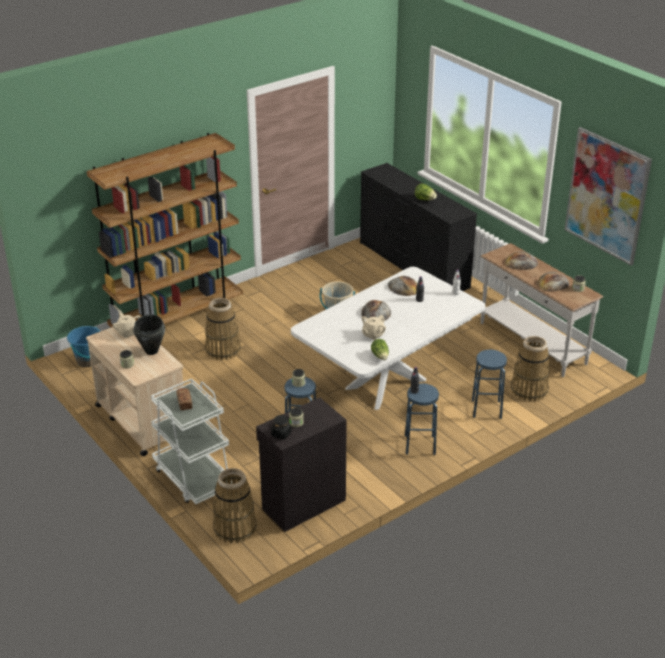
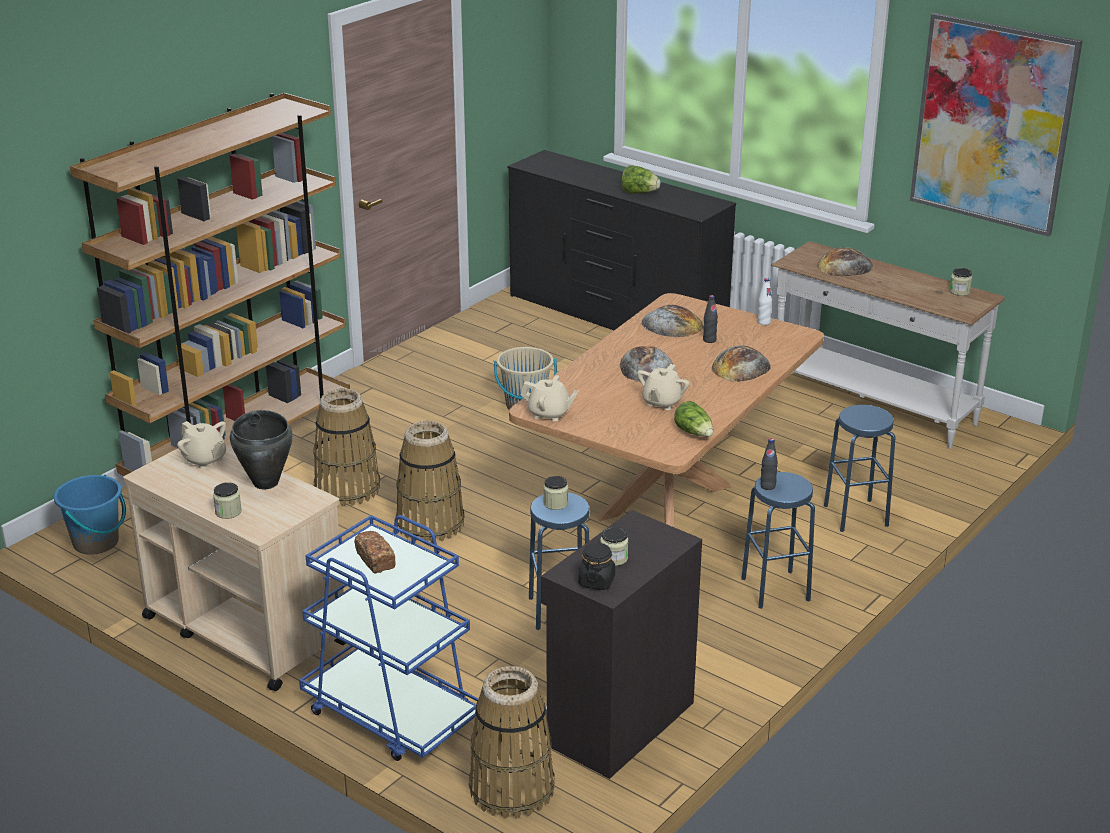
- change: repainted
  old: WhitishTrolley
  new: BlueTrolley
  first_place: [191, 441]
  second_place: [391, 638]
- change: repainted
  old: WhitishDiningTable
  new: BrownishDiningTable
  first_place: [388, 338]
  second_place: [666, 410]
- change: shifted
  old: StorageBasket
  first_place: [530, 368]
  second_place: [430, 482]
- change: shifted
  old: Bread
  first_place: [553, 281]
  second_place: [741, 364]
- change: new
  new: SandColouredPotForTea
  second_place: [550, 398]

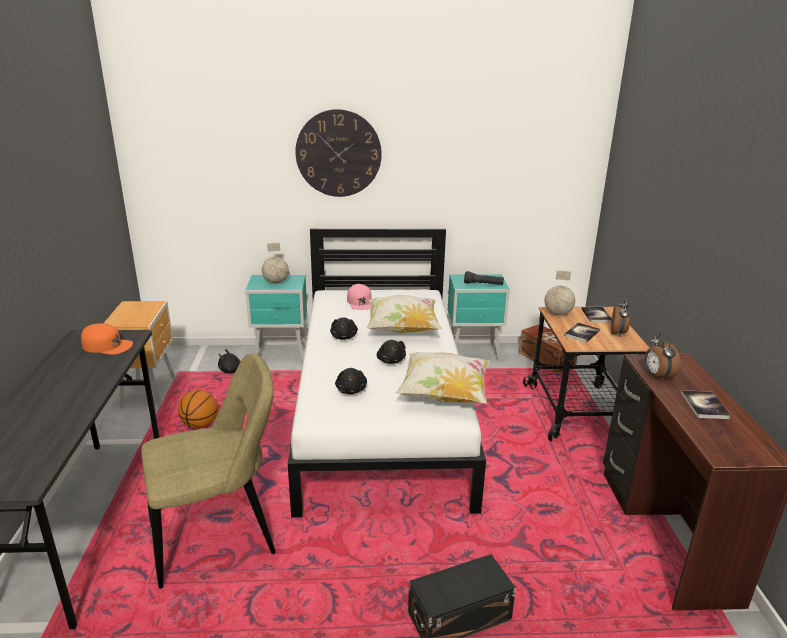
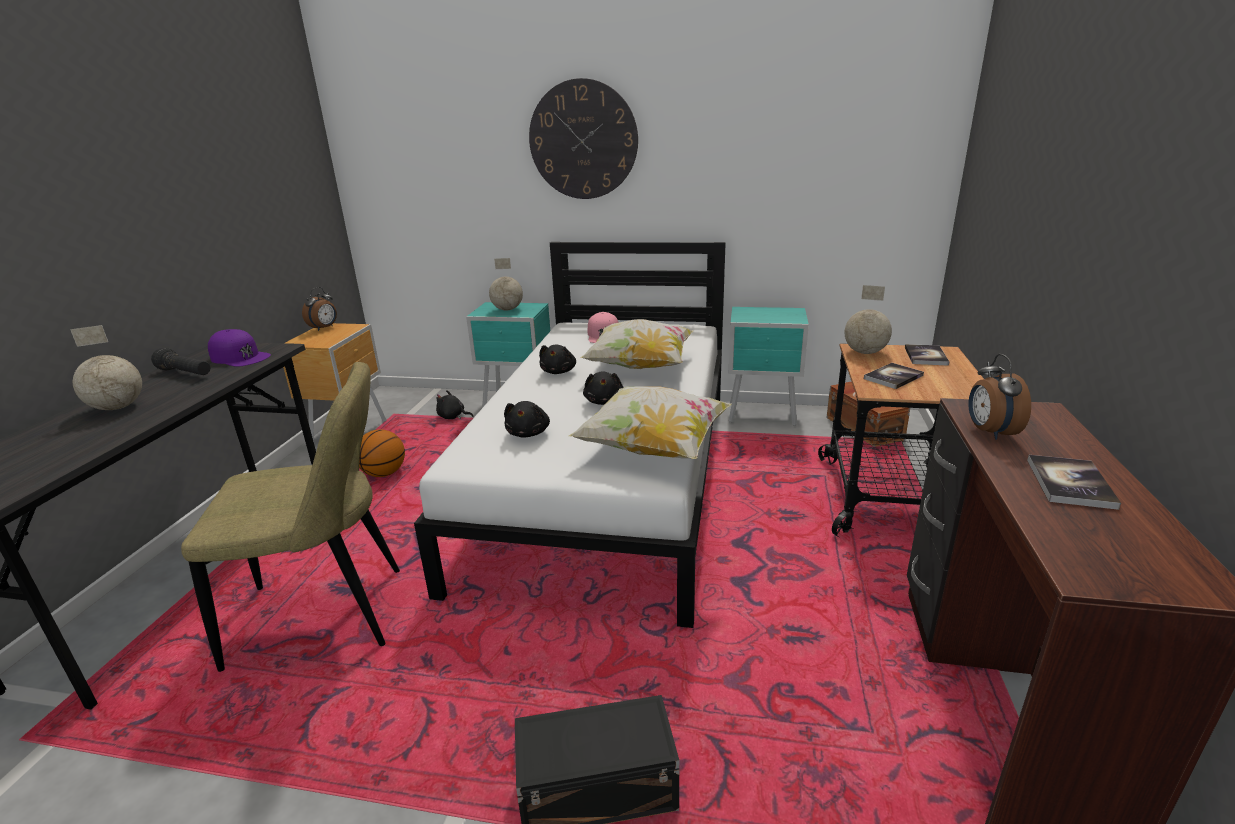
- change: repainted
  old: OrangeColouredPeakedCap
  new: PurplePeakedCap
  first_place: [107, 339]
  second_place: [239, 348]
- change: shifted
  old: BlackFlashlight
  first_place: [484, 278]
  second_place: [181, 361]
- change: shifted
  old: AlarmClock
  first_place: [621, 317]
  second_place: [319, 309]
- change: new
  new: Globe
  second_place: [106, 367]

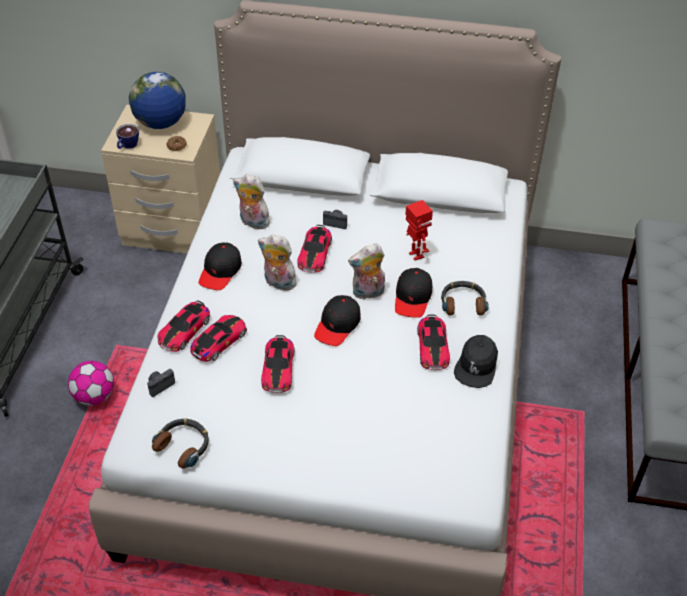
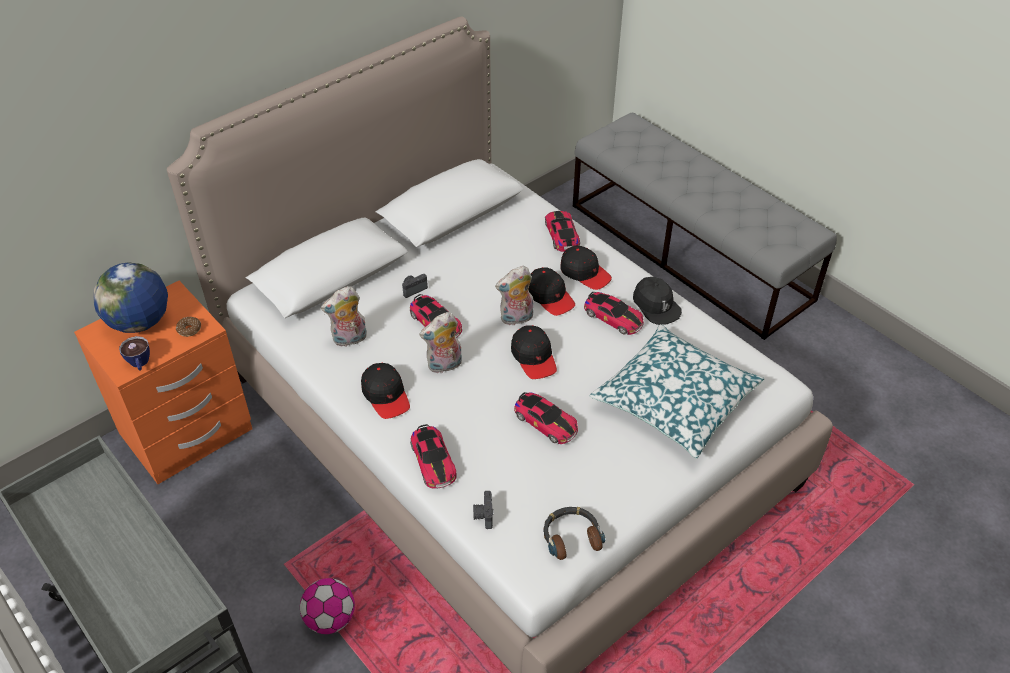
- change: repainted
  old: SandColouredNightTable
  new: OrangeColouredNightTable
  first_place: [160, 179]
  second_place: [163, 382]
- change: shifted
  old: MiniatureCar
  first_place: [218, 338]
  second_place: [562, 231]
- change: rotated
  old: CuddlyToy
  first_place: [366, 271]
  second_place: [514, 295]
  degrees: 45
- change: gone
  old: ModelRobot
  first_place: [419, 230]
- change: swapped
  old: Headphones
  new: BlackPeakedCap
  first_place: [464, 298]
  second_place: [586, 267]
- change: new
  new: Pillow
  second_place: [677, 391]

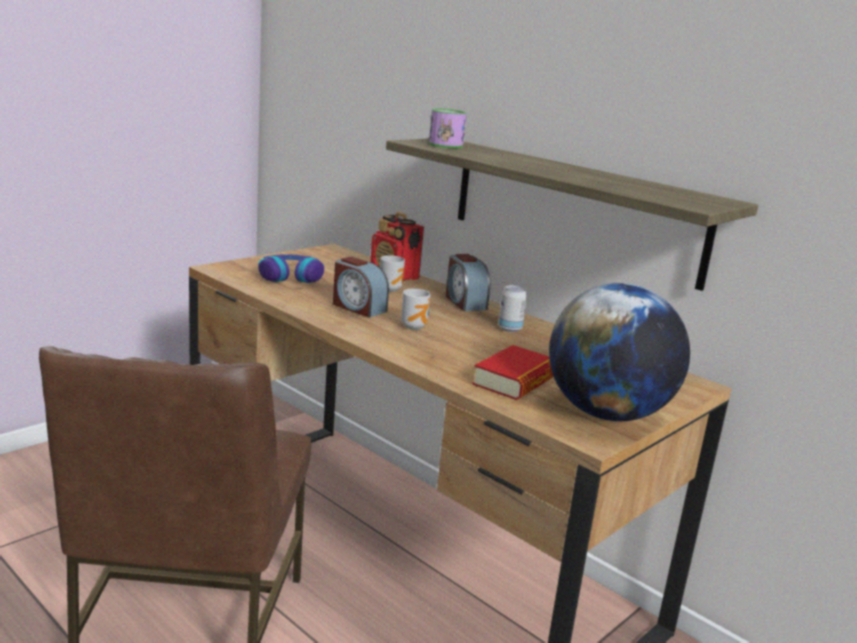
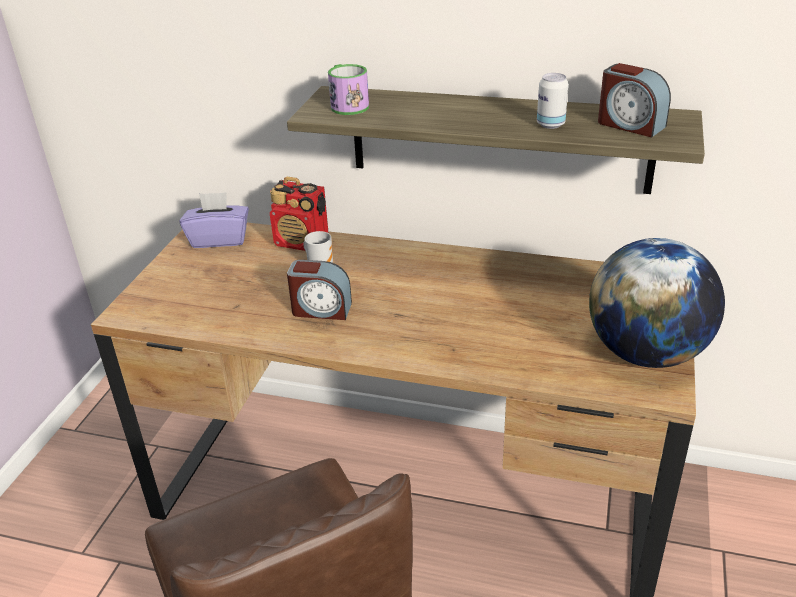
- change: gone
  old: Headphones
  first_place: [291, 268]
- change: gone
  old: TeaMug
  first_place: [416, 309]
- change: shifted
  old: AlarmClock
  first_place: [468, 282]
  second_place: [634, 100]
- change: gone
  old: Book
  first_place: [513, 372]
- change: shifted
  old: MetalCan
  first_place: [512, 308]
  second_place: [553, 101]
- change: new
  new: PurpleTissueBox
  second_place: [214, 220]

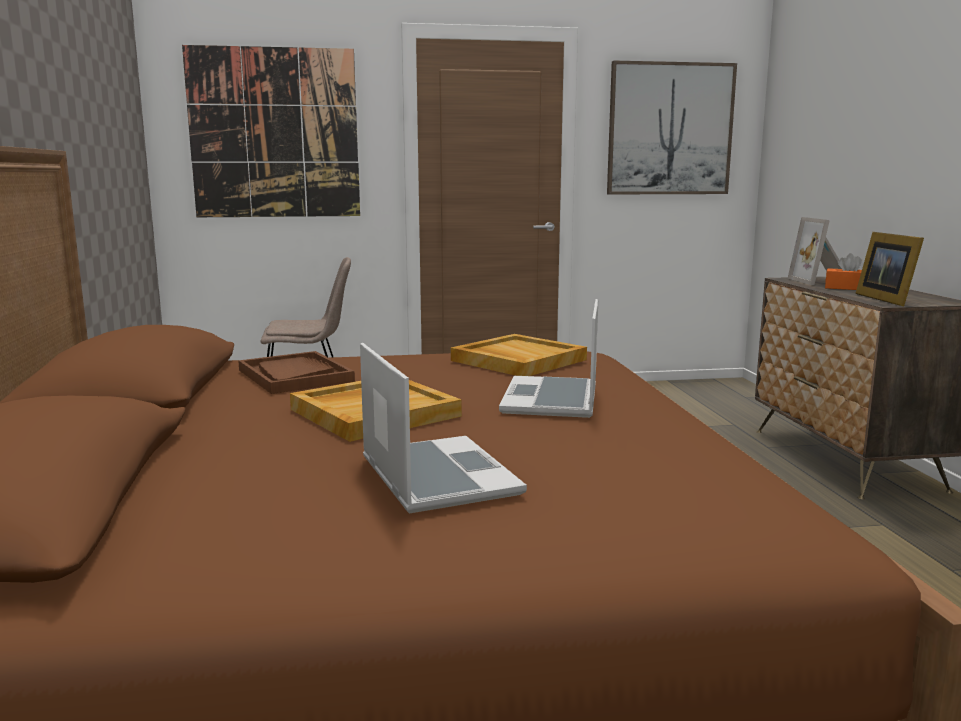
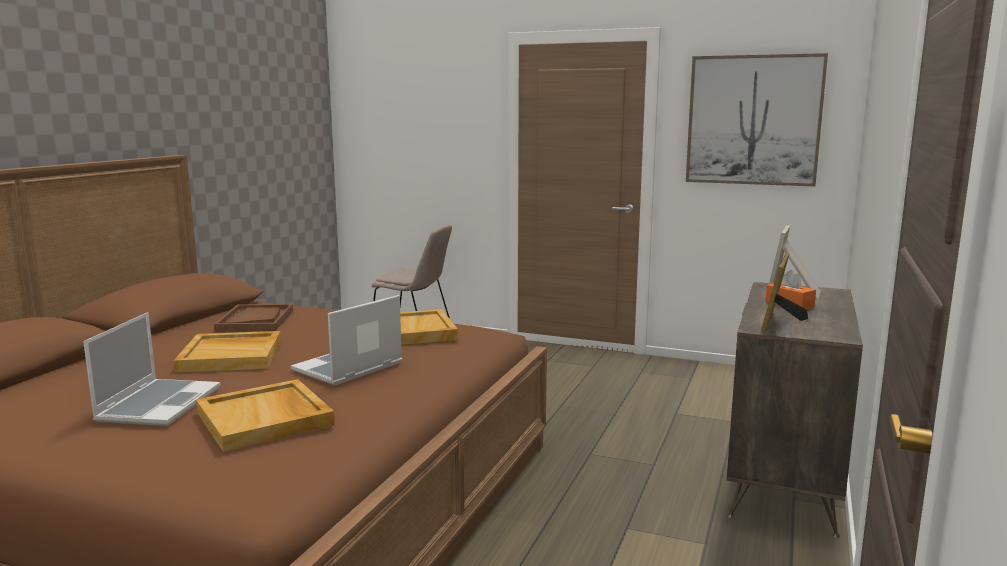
- change: gone
  old: Picture
  first_place: [271, 131]
- change: new
  new: SandColouredCarryingTray
  second_place: [265, 415]

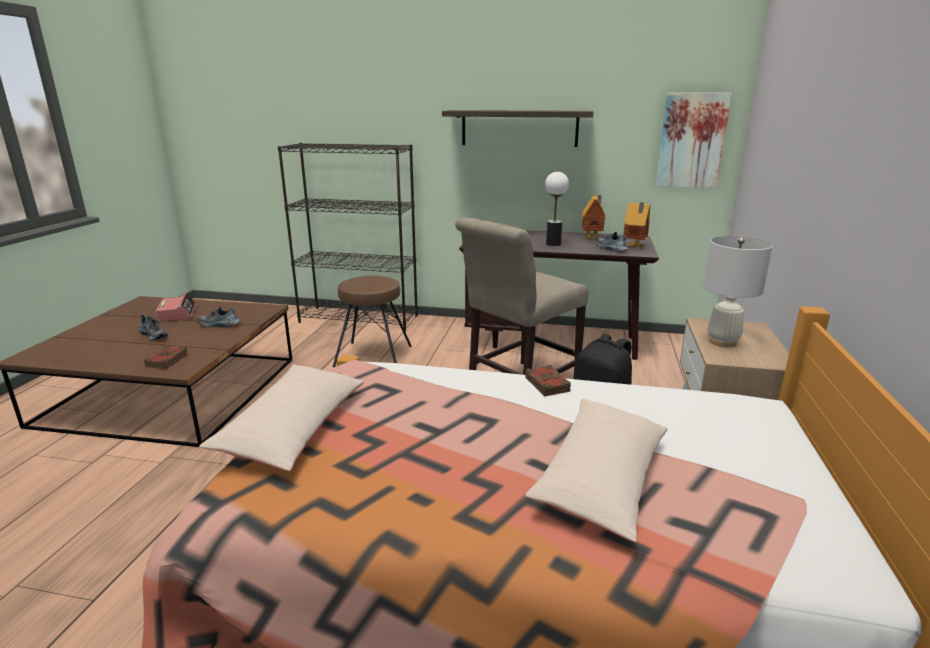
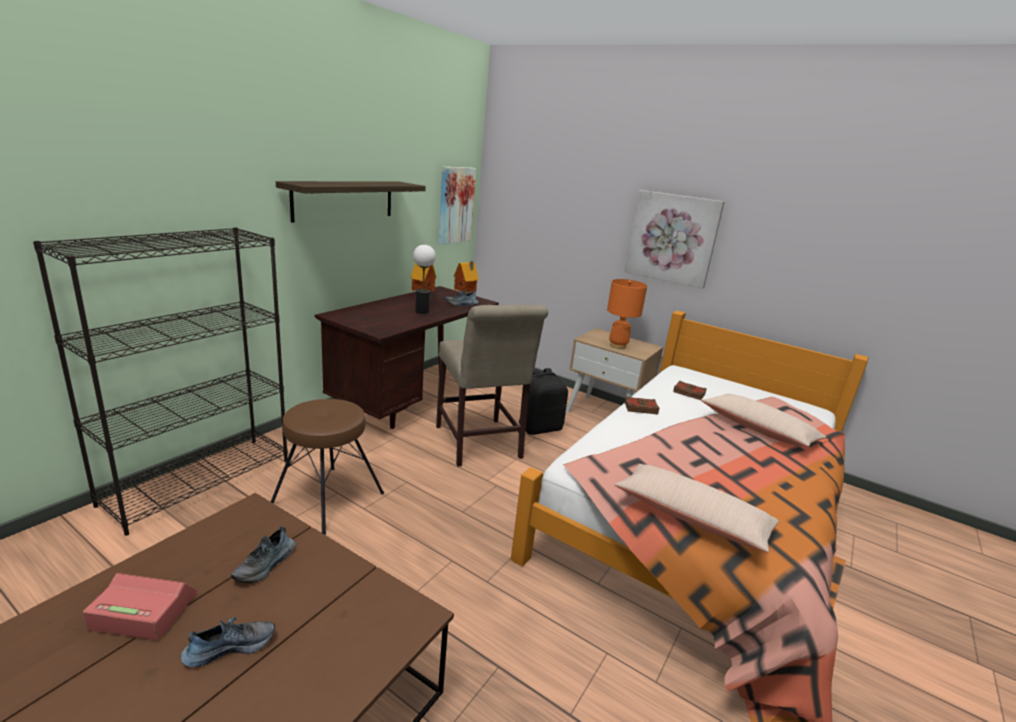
- change: shifted
  old: BrownishBook
  first_place: [166, 357]
  second_place: [690, 390]
- change: repainted
  old: WhitishLampForATable
  new: OrangeColouredLampForATable
  first_place: [738, 292]
  second_place: [627, 314]
- change: new
  new: Picture
  second_place: [674, 239]

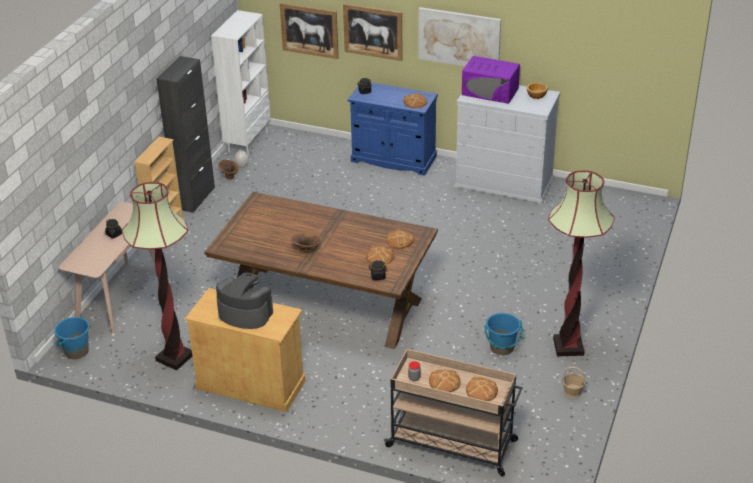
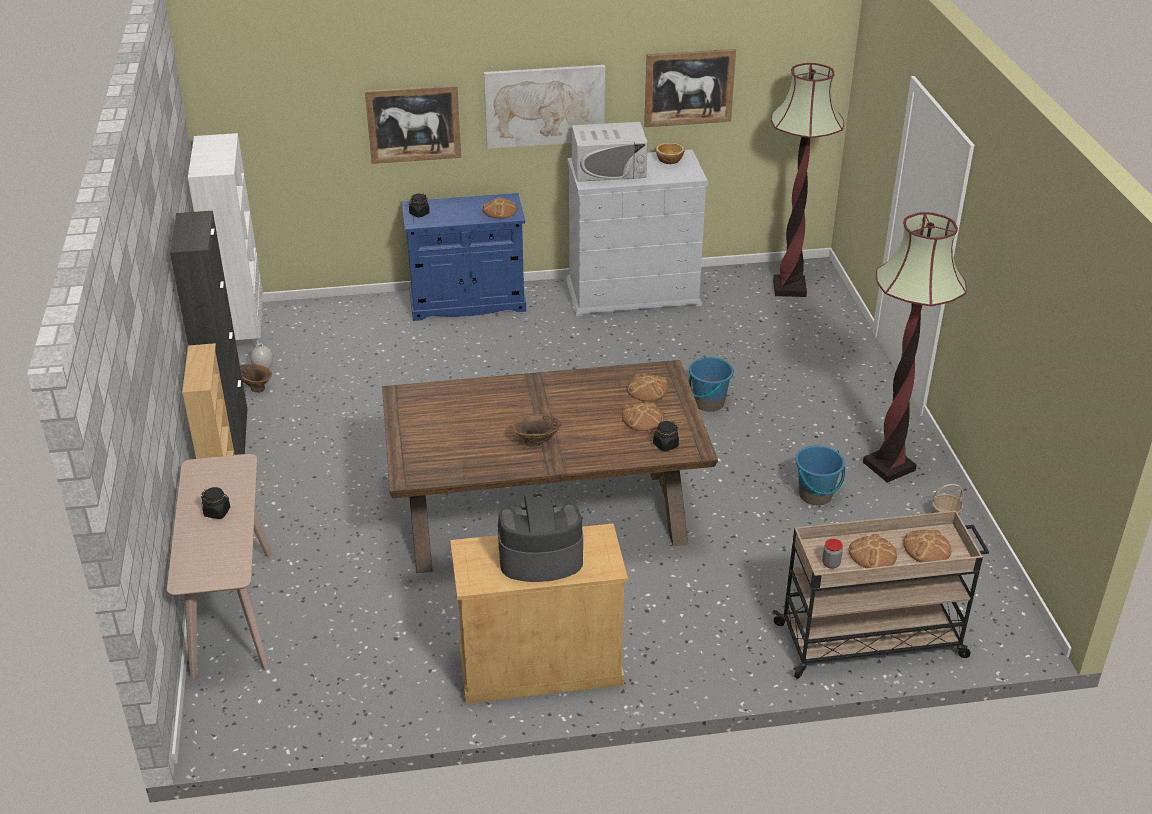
- change: shifted
  old: BlueWaterBucket
  first_place: [71, 338]
  second_place: [711, 384]
- change: shifted
  old: FloorLamp
  first_place: [157, 276]
  second_place: [807, 180]
- change: shifted
  old: Picture
  first_place: [309, 31]
  second_place: [690, 88]
- change: repainted
  old: PurpleMicrowave
  new: WhitishMicrowave
  first_place: [491, 80]
  second_place: [610, 152]

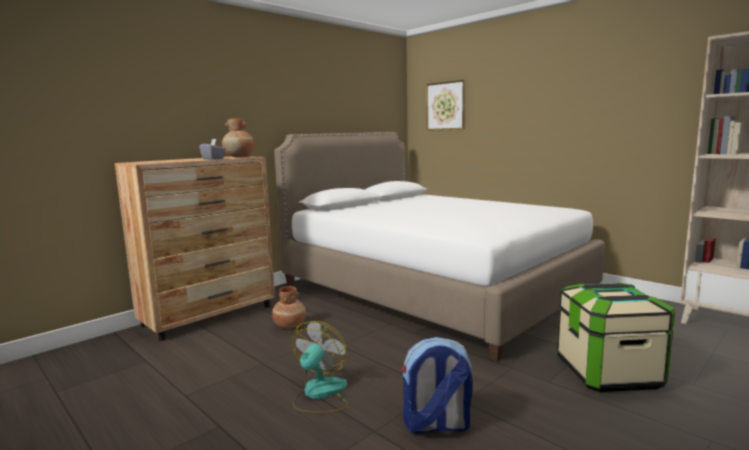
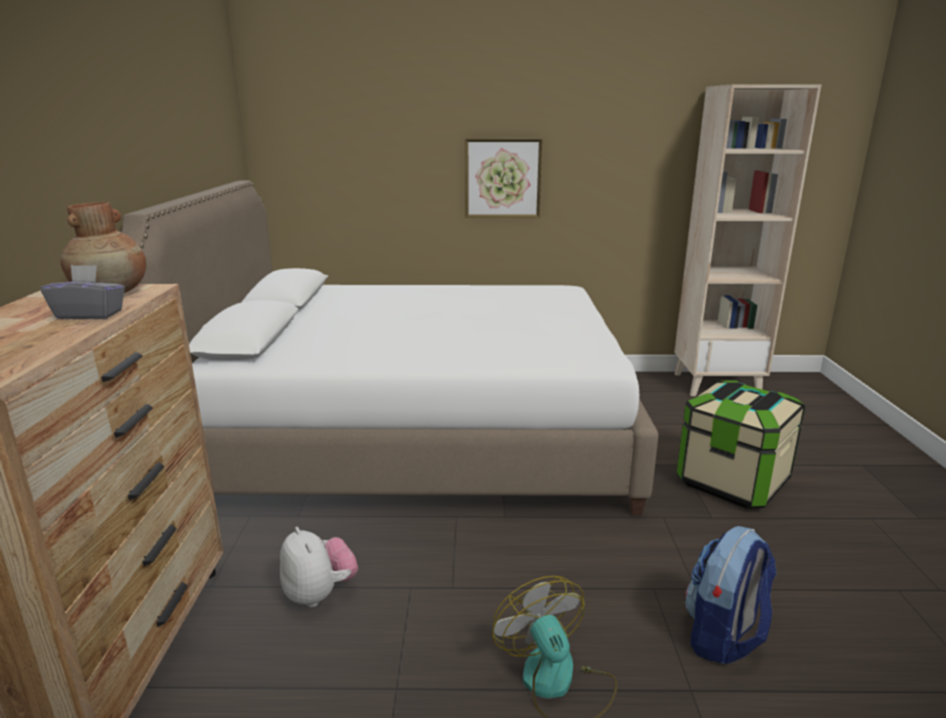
- change: swapped
  old: BrownishDecorativeVase
  new: CuddlyToy
  first_place: [289, 307]
  second_place: [319, 567]
- change: shifted
  old: Picture
  first_place: [446, 105]
  second_place: [503, 178]

